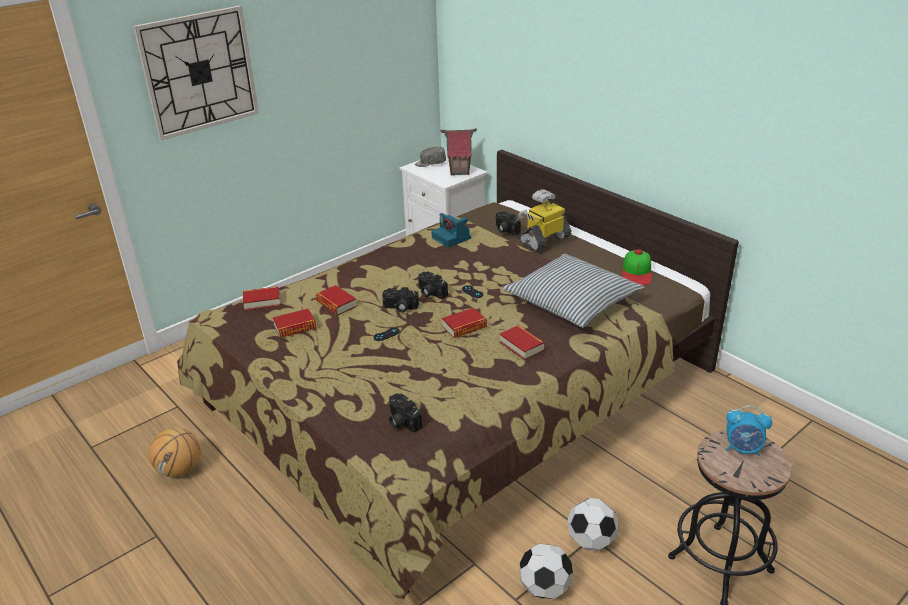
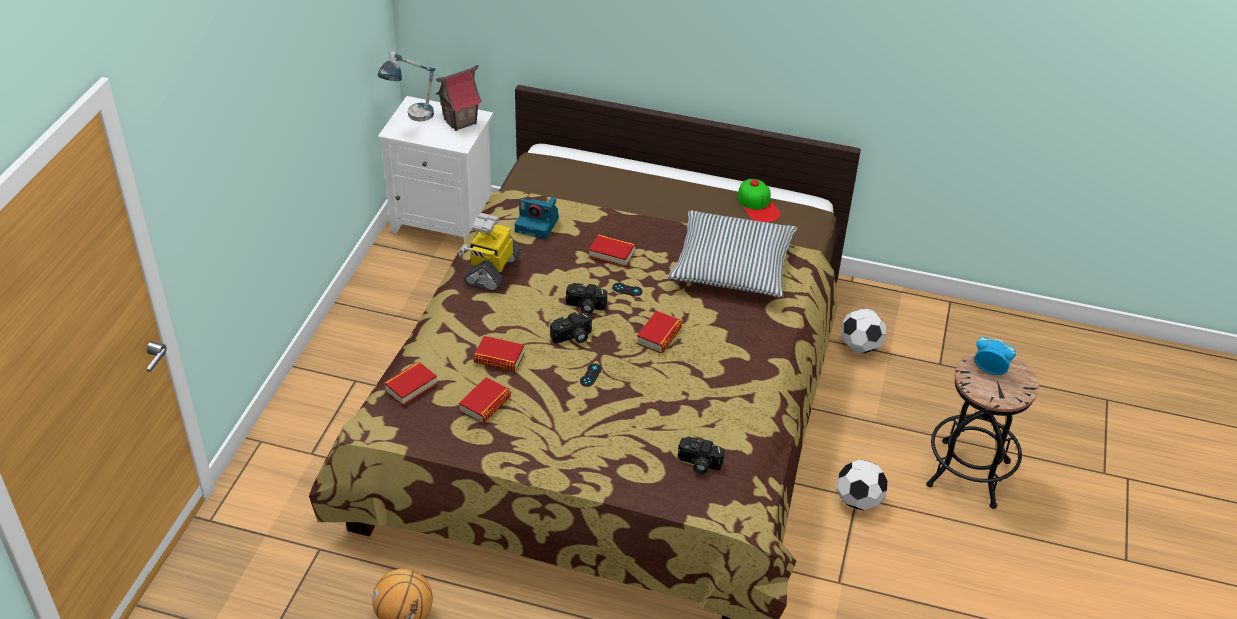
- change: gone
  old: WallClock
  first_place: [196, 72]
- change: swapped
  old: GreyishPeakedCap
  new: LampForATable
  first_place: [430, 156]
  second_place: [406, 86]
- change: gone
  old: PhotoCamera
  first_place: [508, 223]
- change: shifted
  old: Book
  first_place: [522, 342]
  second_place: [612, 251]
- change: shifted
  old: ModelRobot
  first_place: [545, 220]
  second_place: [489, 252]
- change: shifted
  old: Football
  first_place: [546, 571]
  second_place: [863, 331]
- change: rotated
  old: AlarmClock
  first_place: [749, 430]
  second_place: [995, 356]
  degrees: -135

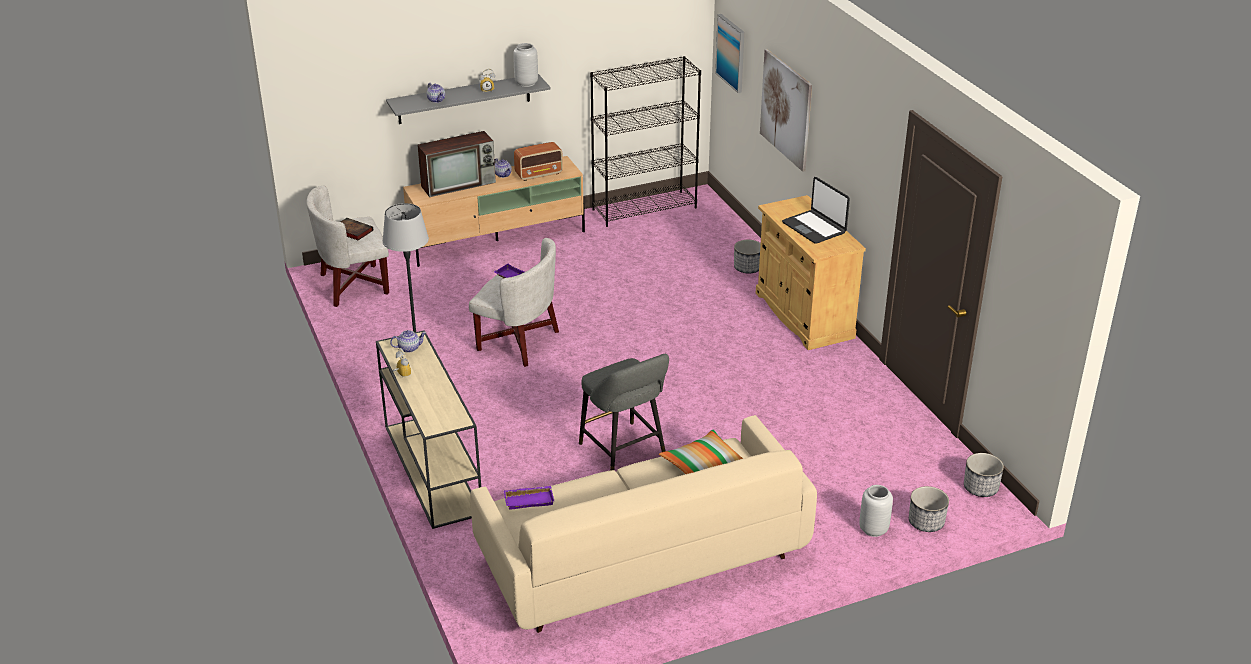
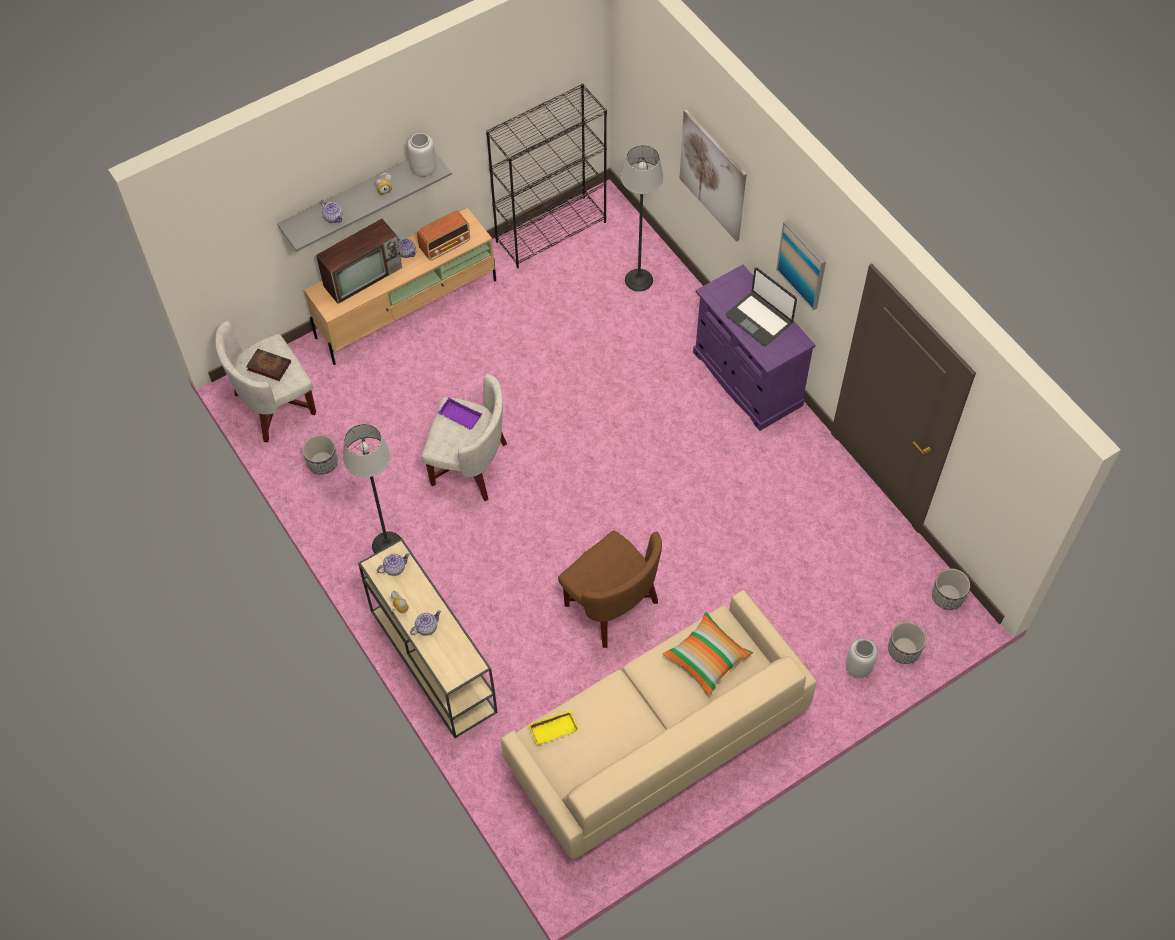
- change: repainted
  old: PurpleCarryingTray
  new: YellowCarryingTray
  first_place: [529, 498]
  second_place: [554, 727]
- change: swapped
  old: GreyishStoolSeat
  new: BrownishLoungeChair
  first_place: [624, 412]
  second_place: [610, 589]
- change: shifted
  old: Picture
  first_place: [730, 53]
  second_place: [801, 265]
- change: shifted
  old: PlantPot
  first_place: [747, 256]
  second_place: [320, 455]
- change: repainted
  old: SandColouredCupboard
  new: PurpleCupboard
  first_place: [811, 272]
  second_place: [754, 348]
- change: new
  new: PotForTea
  second_place: [425, 622]
- change: new
  new: FloorLamp
  second_place: [642, 218]

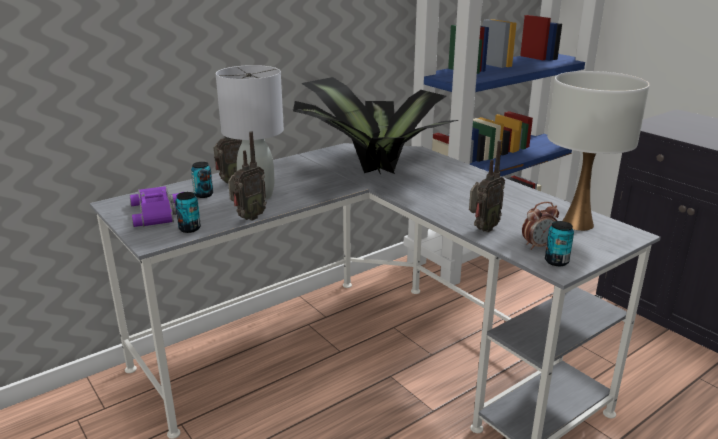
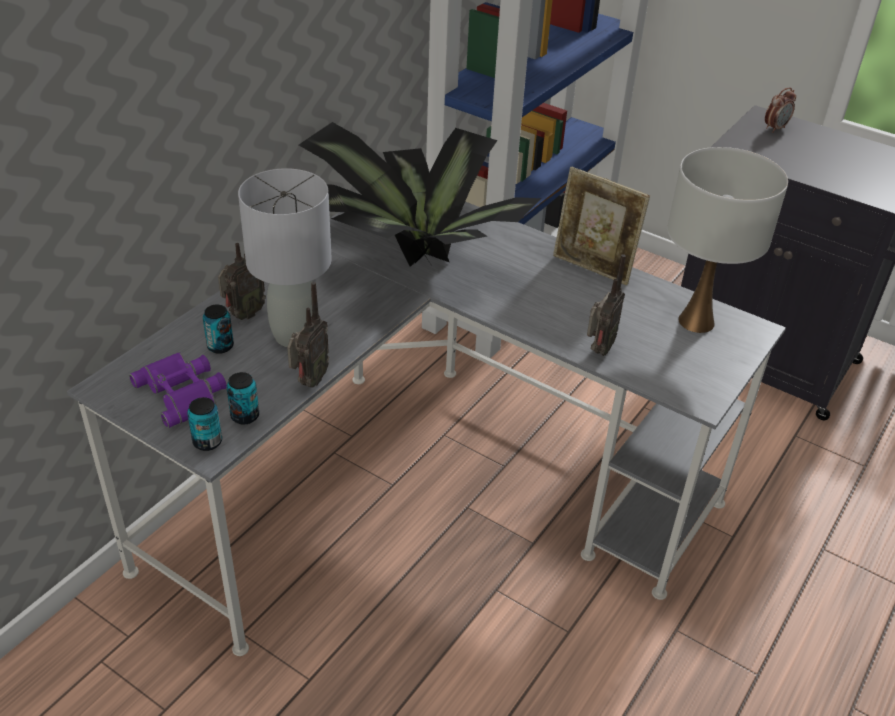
- change: shifted
  old: AlarmClock
  first_place: [540, 226]
  second_place: [780, 110]
- change: shifted
  old: MetalCan
  first_place: [559, 243]
  second_place: [204, 424]
- change: new
  new: PhotoFrame
  second_place: [601, 226]

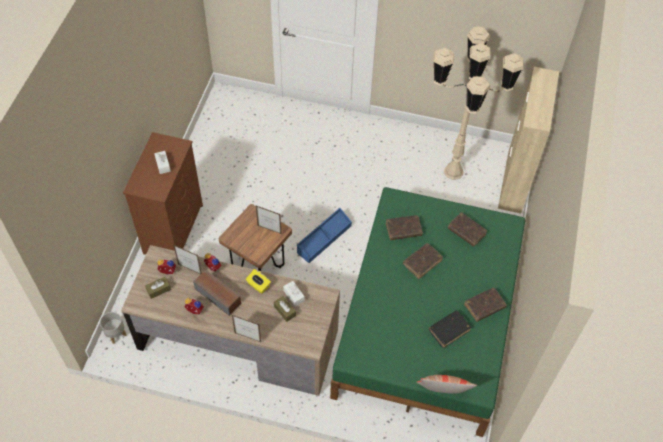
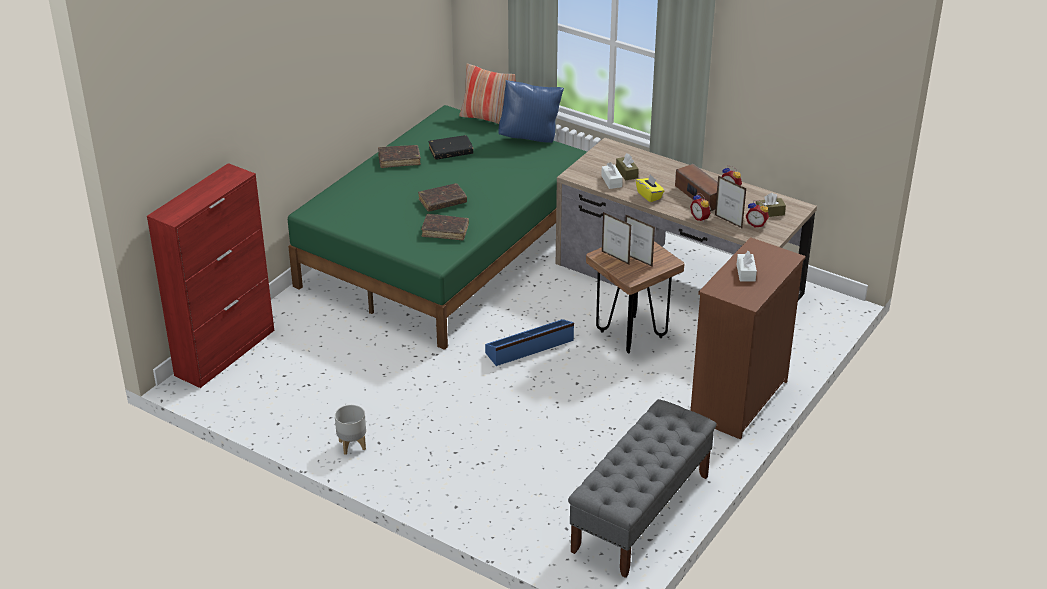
- change: shifted
  old: GreyishPlantPot
  first_place: [113, 328]
  second_place: [350, 430]
- change: shifted
  old: PhotoFrame
  first_place: [246, 328]
  second_place: [640, 240]
- change: gone
  old: SandColouredFloorLamp
  first_place: [478, 103]
- change: gone
  old: BrownishBook
  first_place: [467, 229]
- change: repainted
  old: SandColouredCupboard
  new: ReddishCupboard
  first_place: [528, 140]
  second_place: [210, 275]
- change: new
  new: BluePillow
  second_place: [531, 111]
- change: new
  new: GreyishIndoorBench
  second_place: [642, 488]

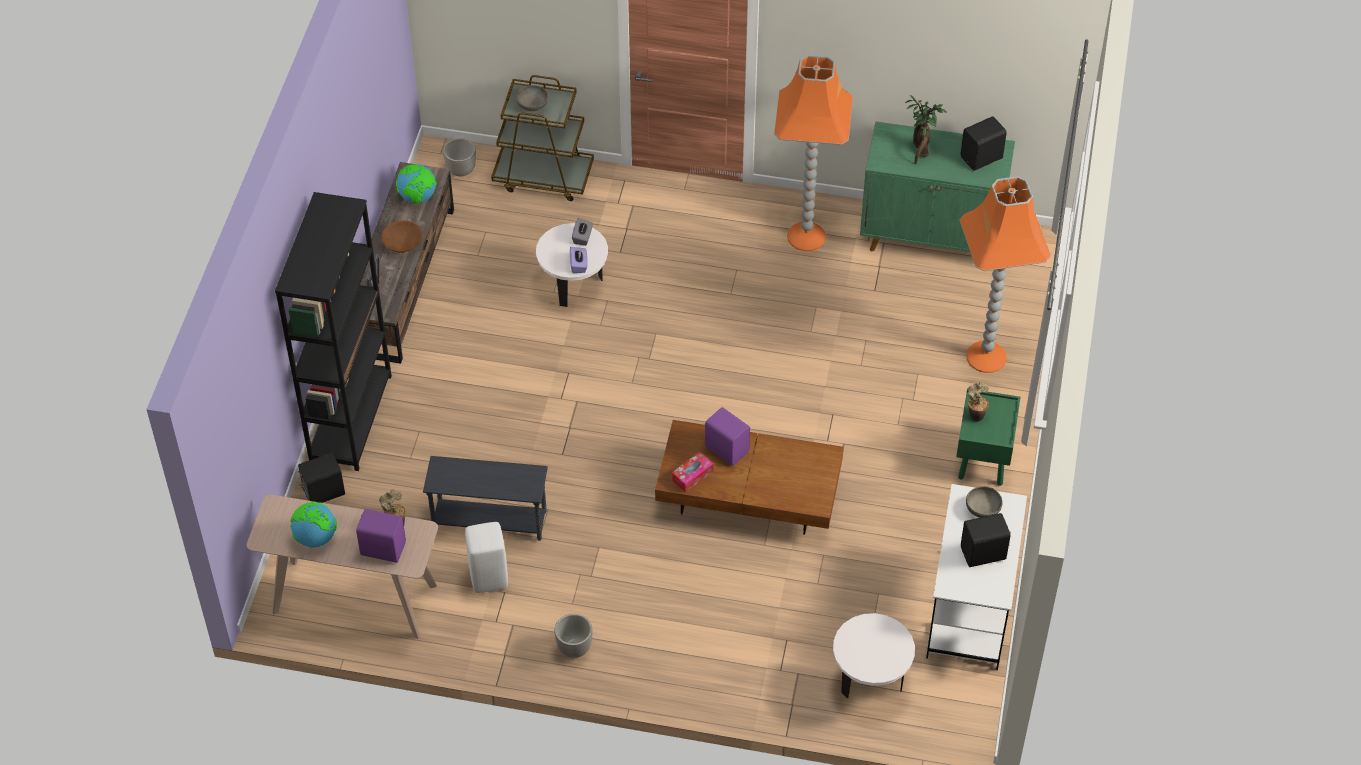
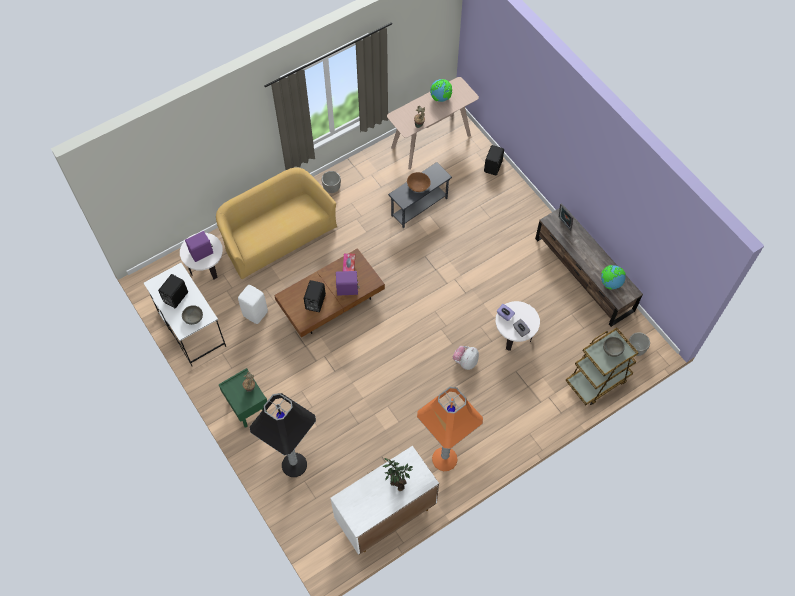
- change: gone
  old: BlackBookshelf
  first_place: [333, 331]
- change: shifted
  old: PurpleSpeaker
  first_place: [381, 536]
  second_place: [199, 246]
- change: shifted
  old: BrownishBowl
  first_place: [402, 237]
  second_place: [419, 182]
- change: shifted
  old: WhitishStoolSeat
  first_place: [486, 557]
  second_place: [253, 304]
- change: repainted
  old: GreenColouredCupboard
  new: WhitishCupboard
  first_place: [937, 186]
  second_place: [384, 500]
- change: repainted
  old: OrangeColouredFloorLamp
  new: BlackFloorLamp
  first_place: [1005, 274]
  second_place: [283, 435]
- change: shifted
  old: BlackSpeaker
  first_place: [984, 143]
  second_place: [315, 296]
- change: new
  new: YellowSettee
  second_place: [276, 223]
- change: new
  new: CuddlyToy
  second_place: [466, 358]

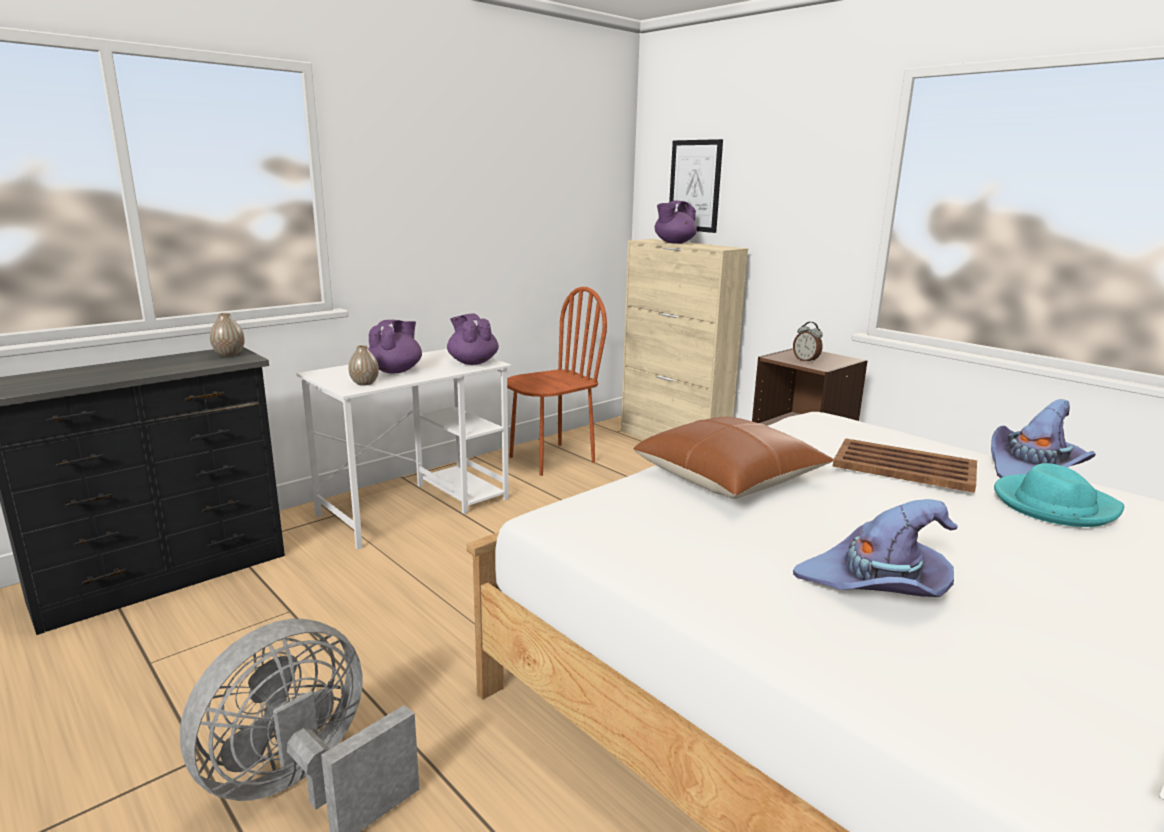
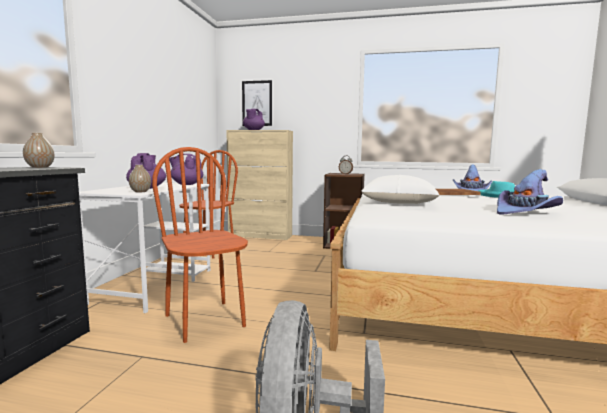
- change: repainted
  old: BrownishPillow
  new: WhitishPillow
  first_place: [734, 458]
  second_place: [400, 189]
- change: new
  new: BrownishUprightChair
  second_place: [200, 245]

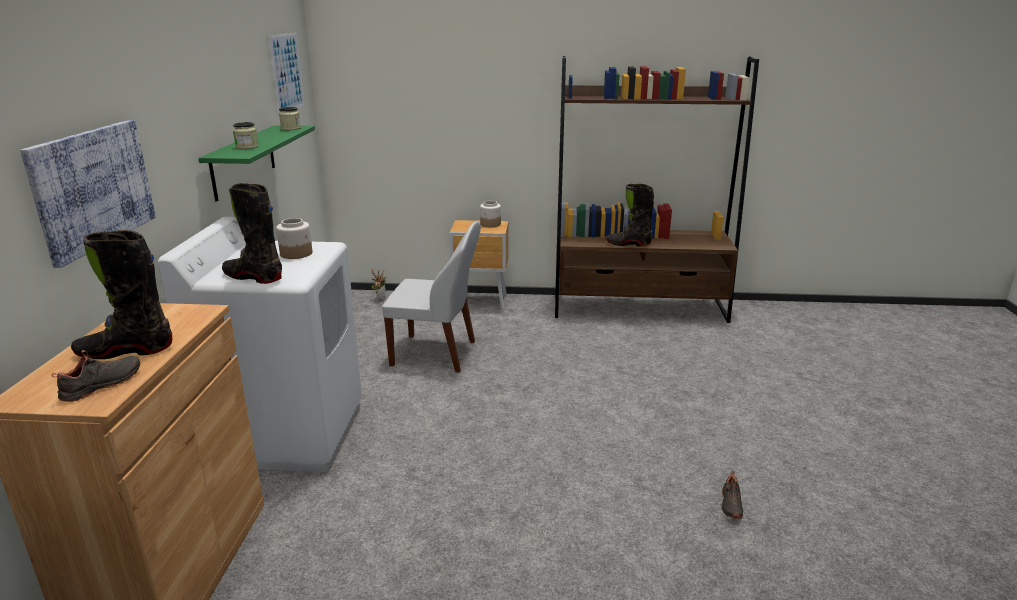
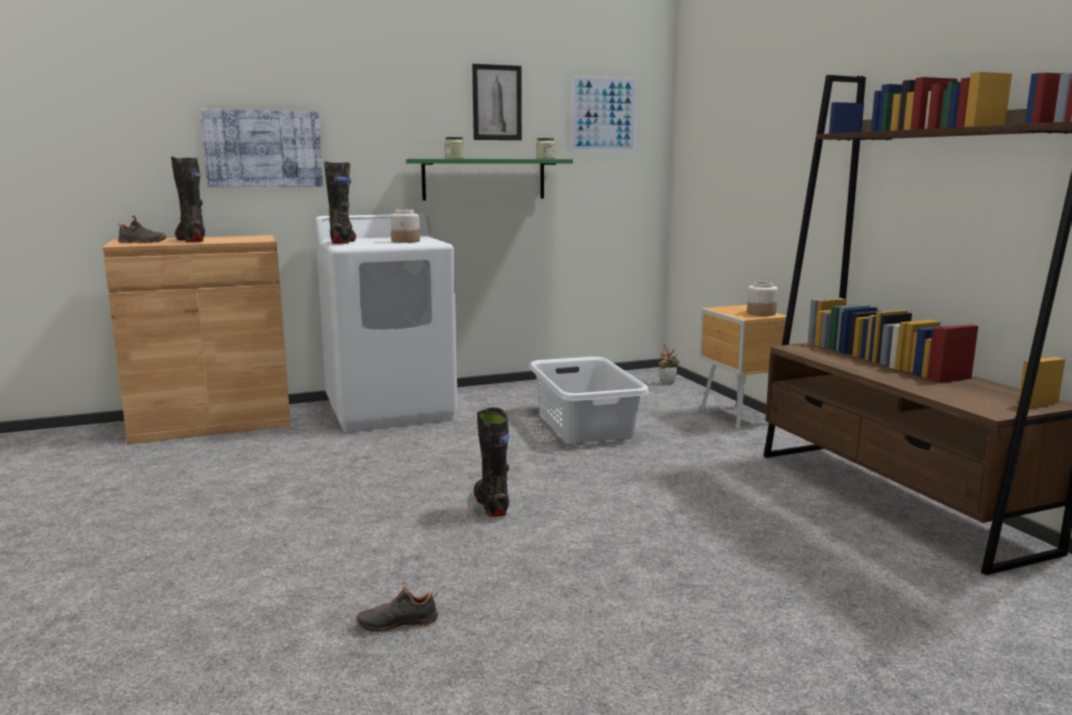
- change: swapped
  old: WhitishUprightChair
  new: GreyishHamper
  first_place: [431, 297]
  second_place: [589, 400]
- change: shifted
  old: BlackTallBoot
  first_place: [630, 215]
  second_place: [492, 462]
- change: new
  new: Picture
  second_place: [497, 102]

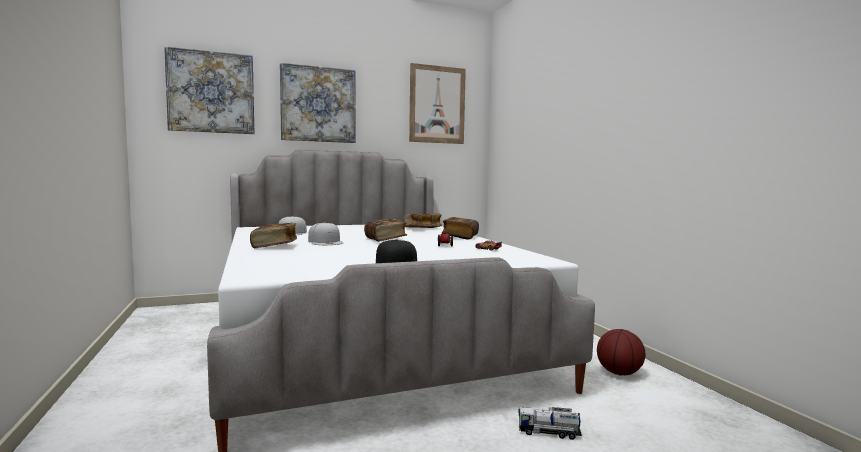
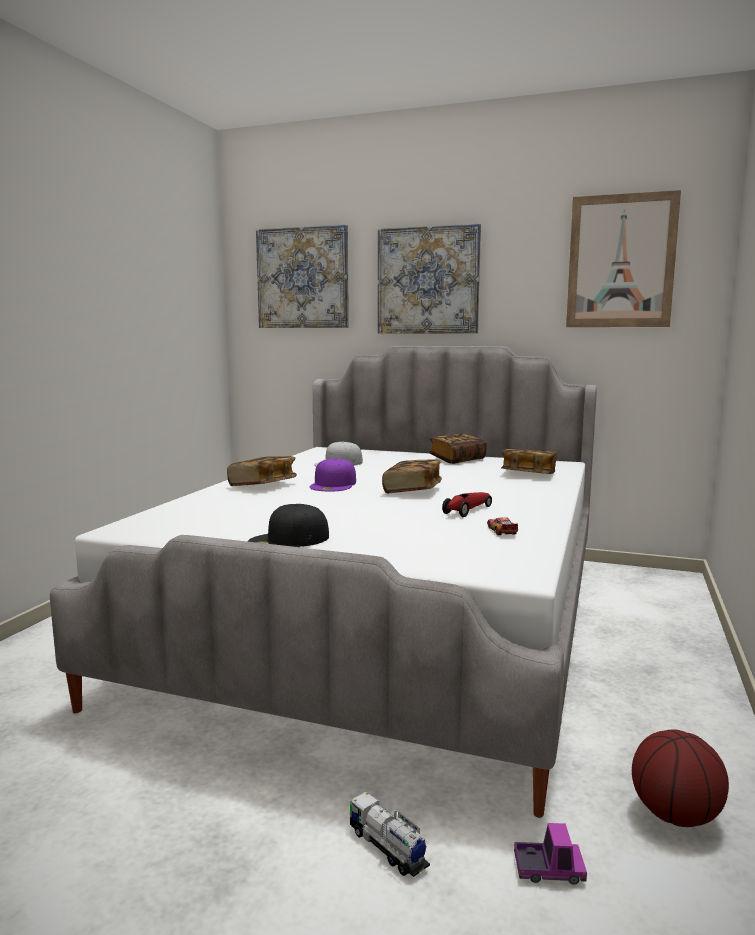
- change: repainted
  old: WhitishPeakedCap
  new: PurplePeakedCap
  first_place: [325, 233]
  second_place: [333, 474]
- change: shifted
  old: Book
  first_place: [460, 228]
  second_place: [458, 449]
- change: new
  new: ModelTruck
  second_place: [550, 854]

